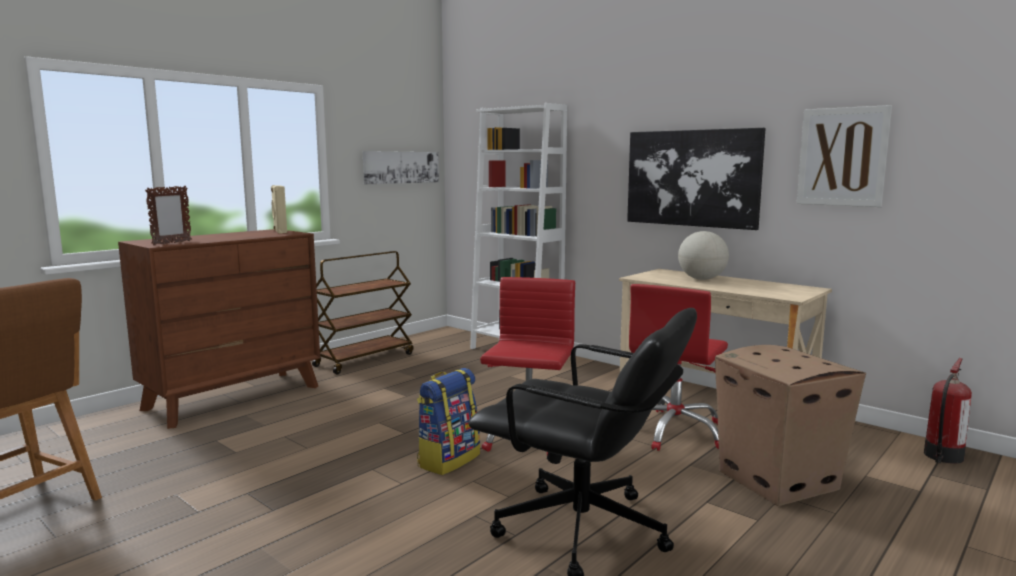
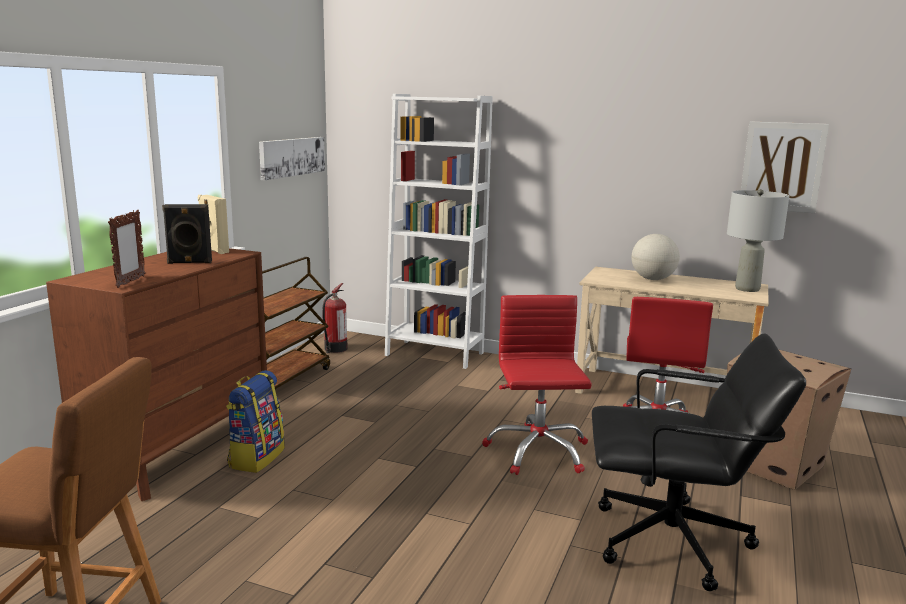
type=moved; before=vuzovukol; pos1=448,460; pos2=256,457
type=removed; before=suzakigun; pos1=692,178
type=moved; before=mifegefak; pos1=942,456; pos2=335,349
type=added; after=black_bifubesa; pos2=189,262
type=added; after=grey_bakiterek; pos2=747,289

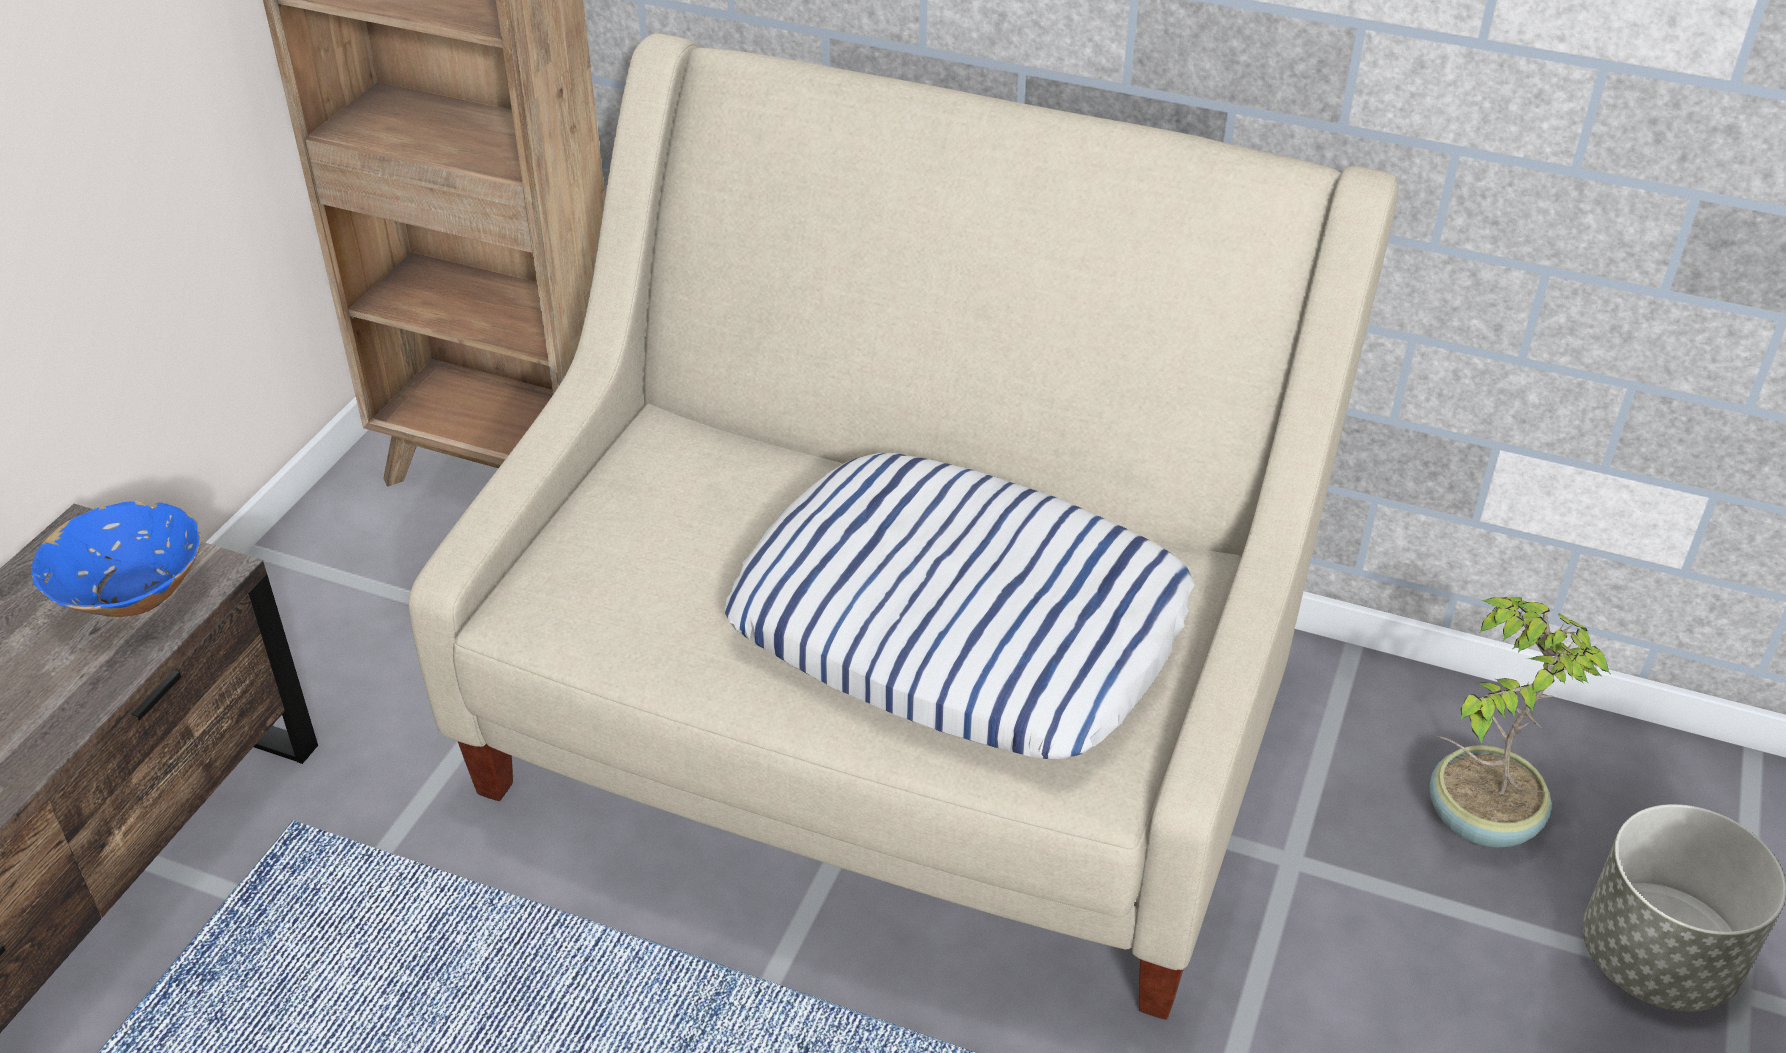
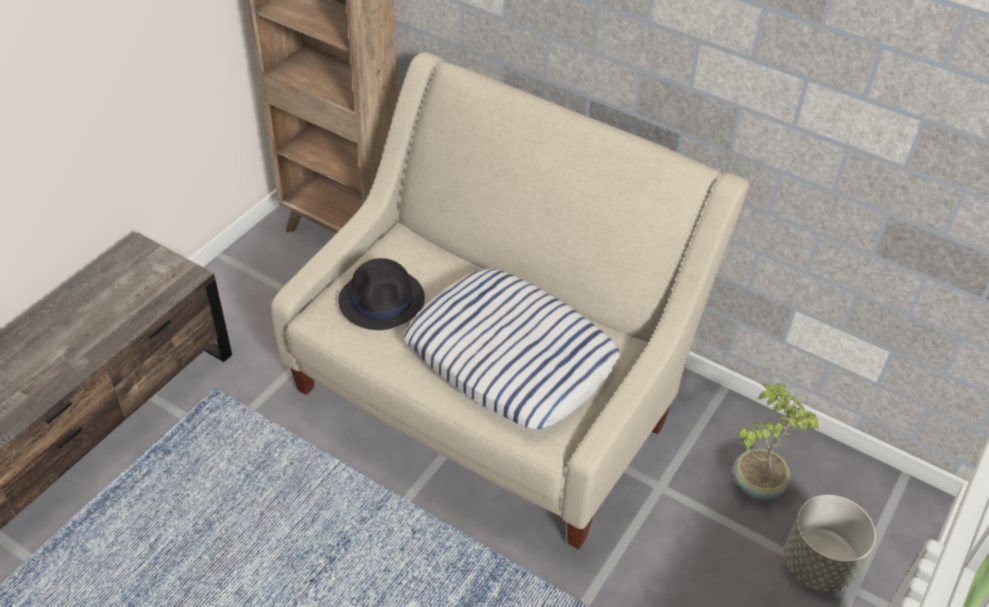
type=removed; before=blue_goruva; pos1=134,596
type=added; after=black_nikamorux; pos2=382,300

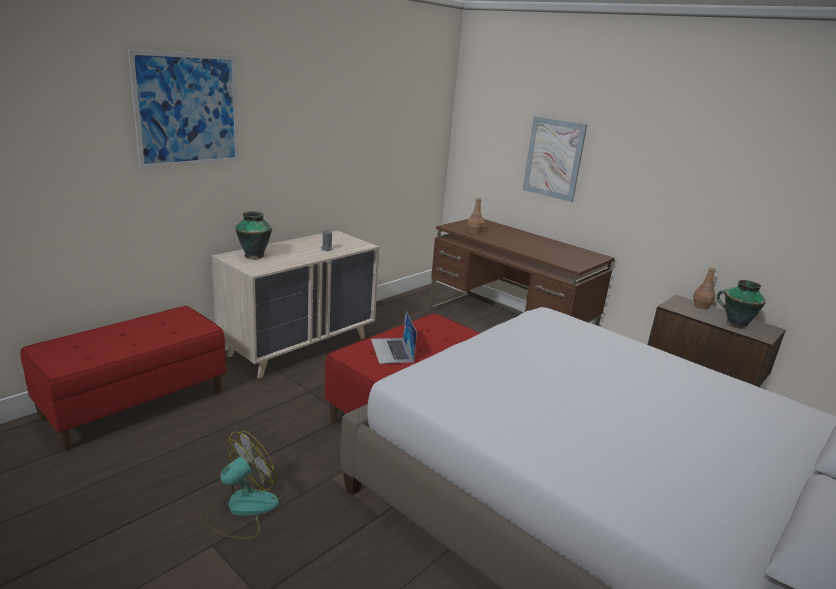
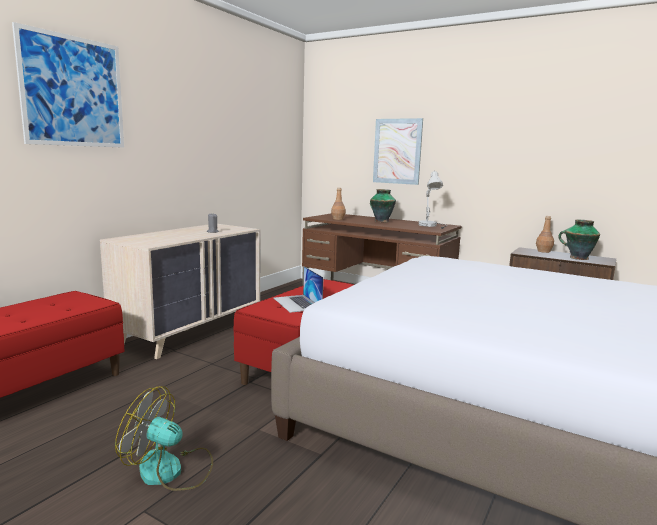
type=turned; before=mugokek; pos1=242,509; pos2=170,471; turn=-105
type=moved; before=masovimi; pos1=254,255; pos2=381,221
type=added; after=white_bakiterek; pos2=433,226

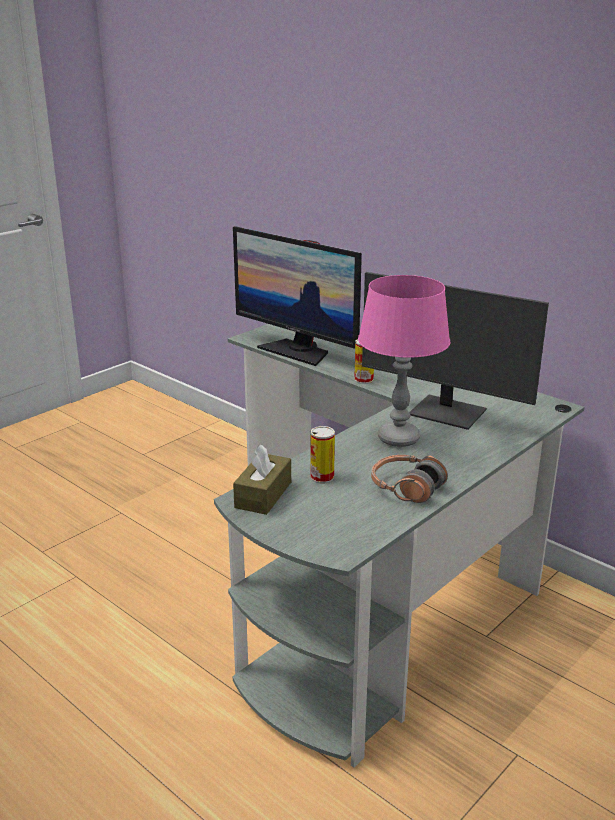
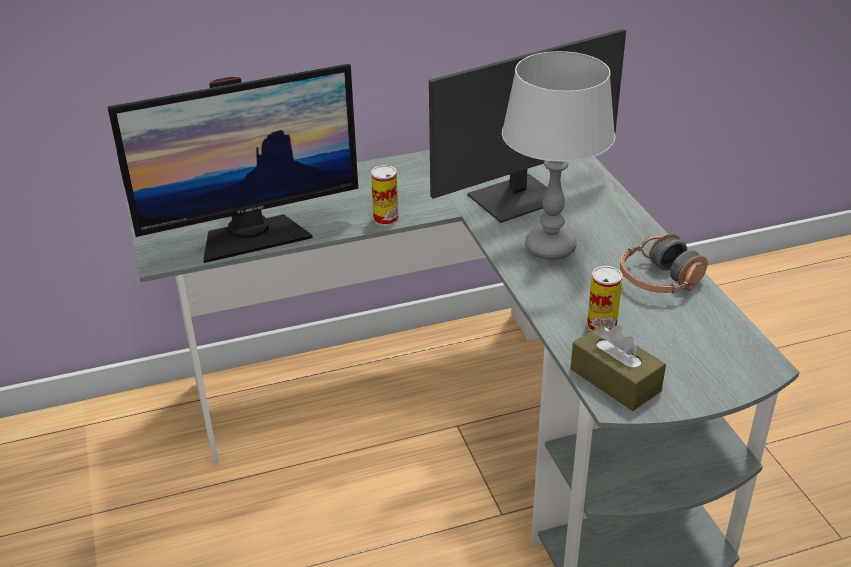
type=recoloured; before=pink_bakiterek; after=grey_bakiterek; pos1=398,438; pos2=550,248

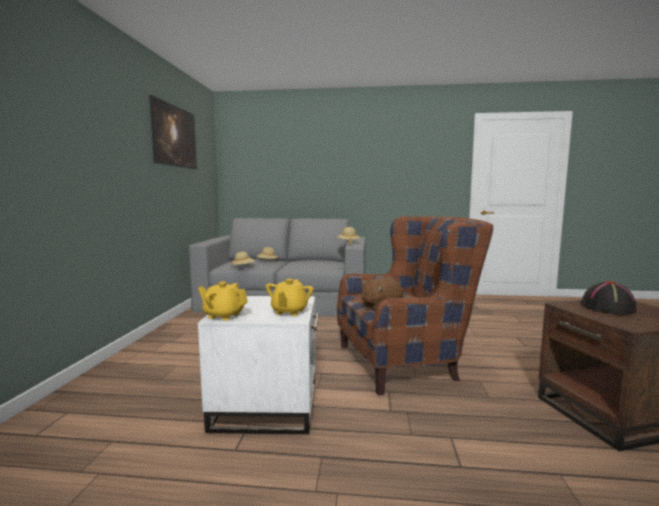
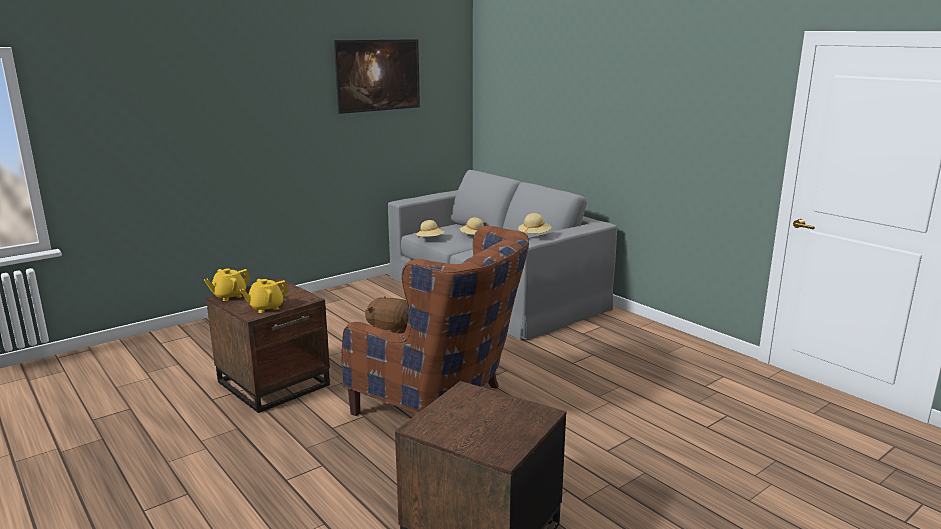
type=turned; before=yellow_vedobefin; pos1=223,315; pos2=229,296; turn=-105
type=recoloured; before=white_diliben; after=brown_diliben; pos1=266,406; pos2=274,383
type=removed; before=black_nikamorux; pos1=607,308

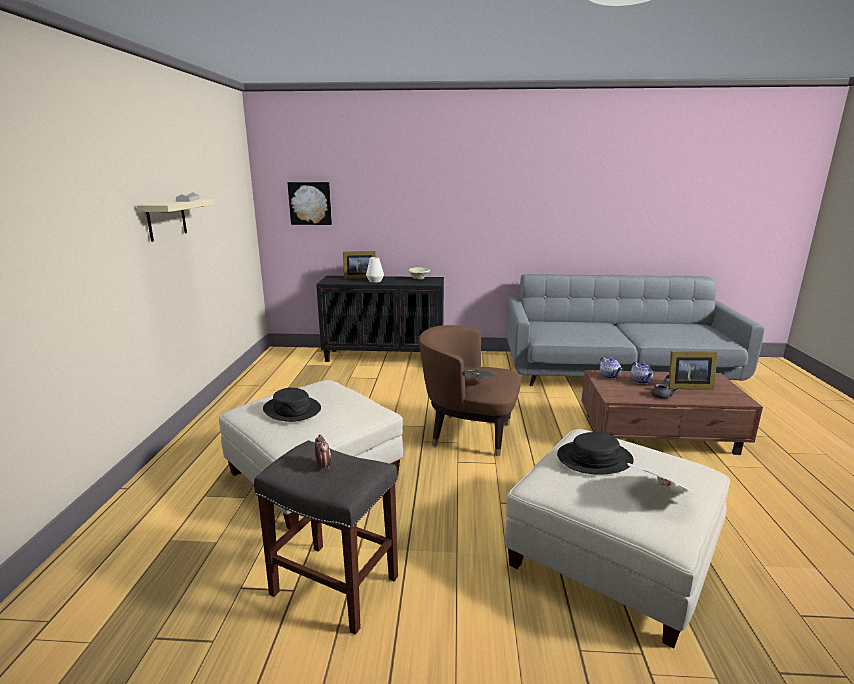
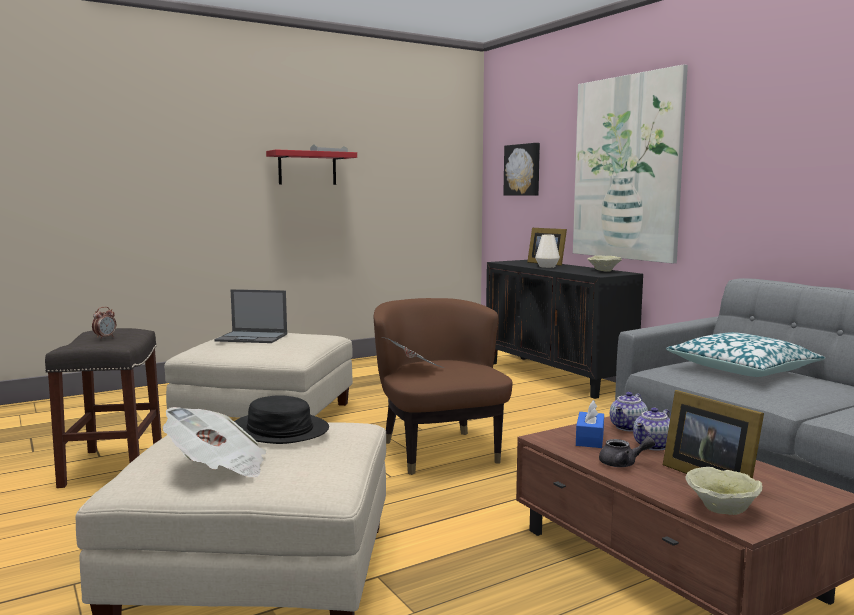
type=recoloured; before=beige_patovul; after=red_patovul; pos1=166,219; pos2=307,168
type=replaced; before=black_nikamorux; after=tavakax; pos1=292,409; pos2=252,337
type=added; after=suzakigun; pos2=626,168
type=added; after=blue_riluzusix; pos2=589,439
type=added; after=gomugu; pos2=742,369
type=added; after=beige_goruva; pos2=721,508

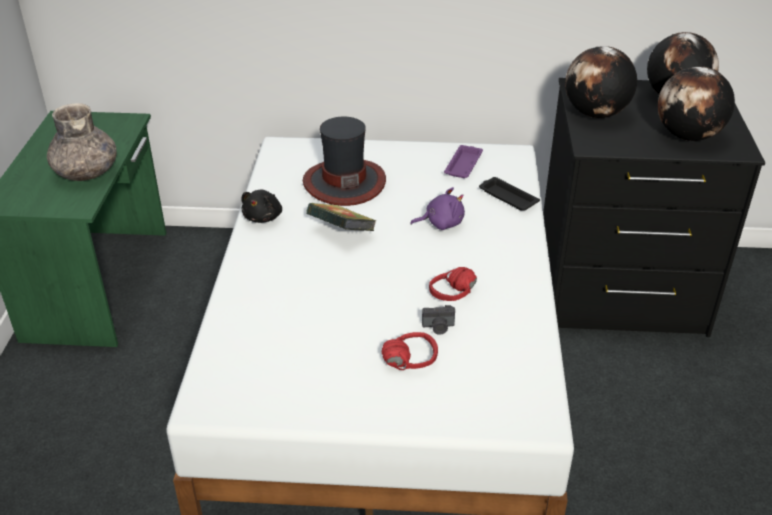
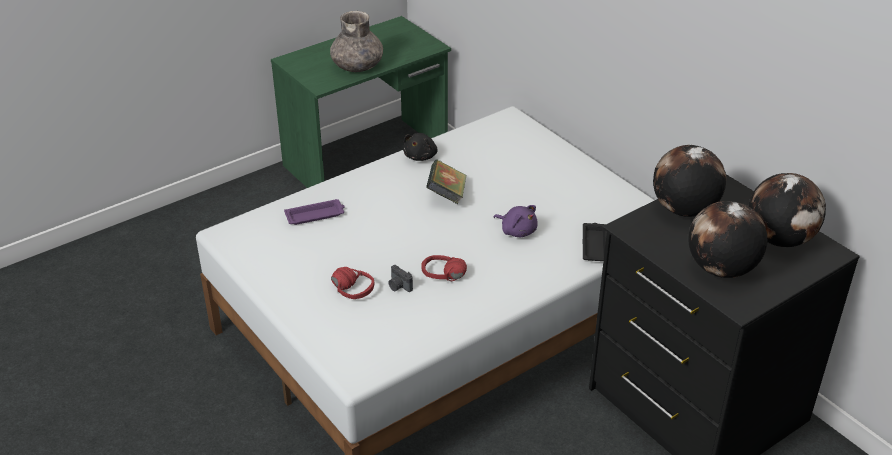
type=turned; before=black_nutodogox; pos1=263,217; pos2=421,156; turn=-45
type=removed; before=nikamorux; pos1=344,182
type=moved; before=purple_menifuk; pos1=464,164; pos2=316,215

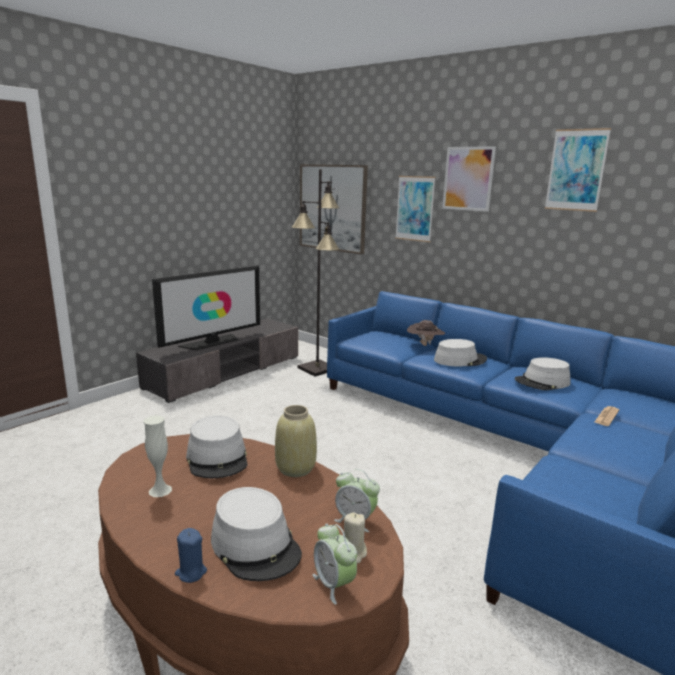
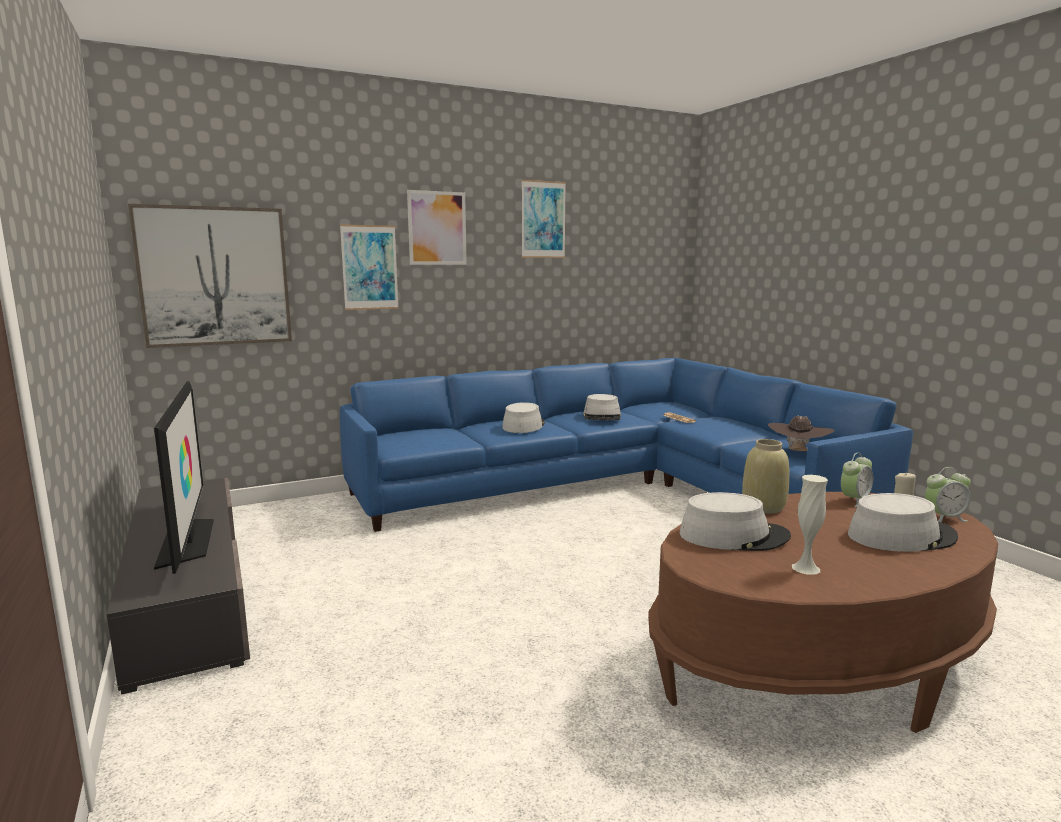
type=removed; before=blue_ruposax; pos1=191,572
type=removed; before=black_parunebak; pos1=318,369
type=moved; before=brown_nikamorux; pos1=424,345; pos2=798,452

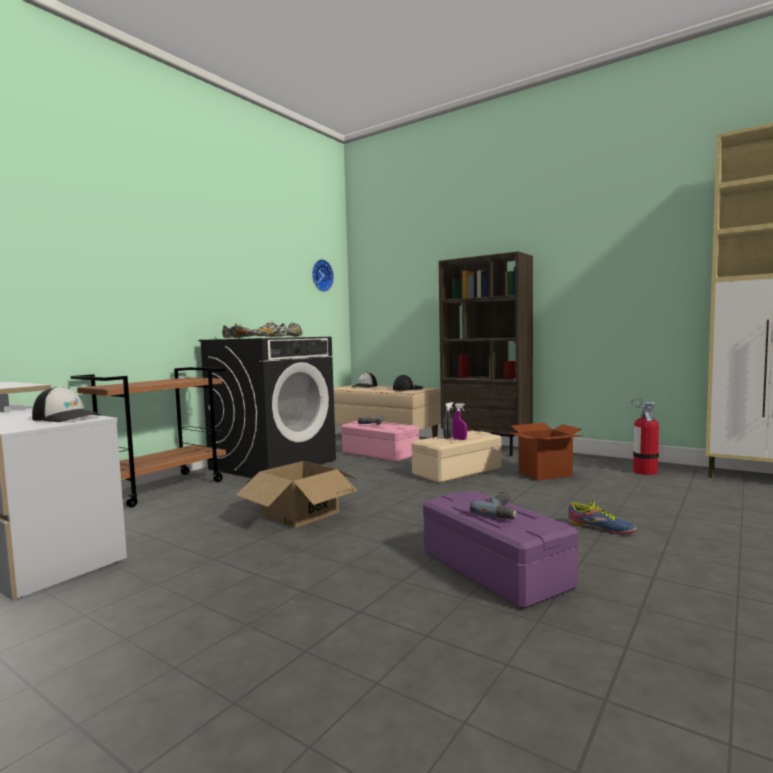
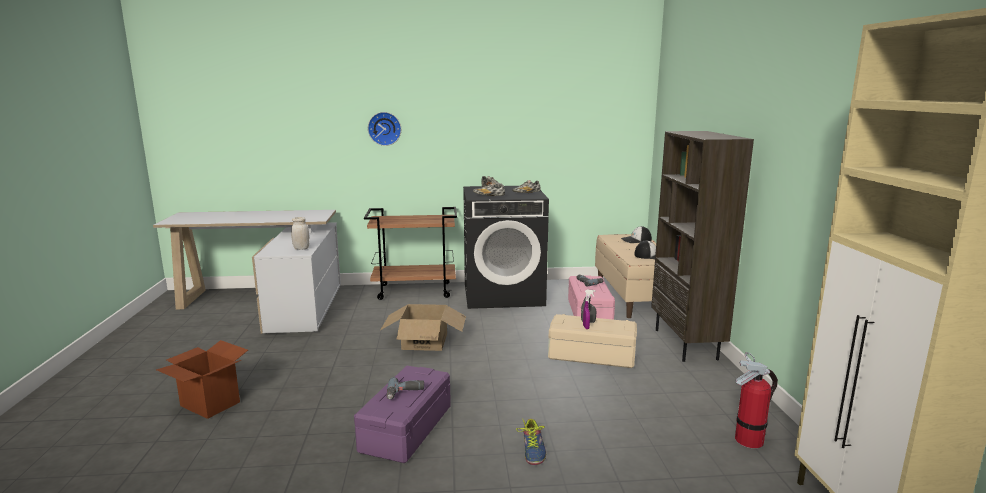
type=replaced; before=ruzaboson; after=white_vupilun; pos1=67,417; pos2=301,248
type=moved; before=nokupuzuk; pos1=321,275; pos2=384,128
type=moved; before=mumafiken; pos1=545,474; pos2=210,404

